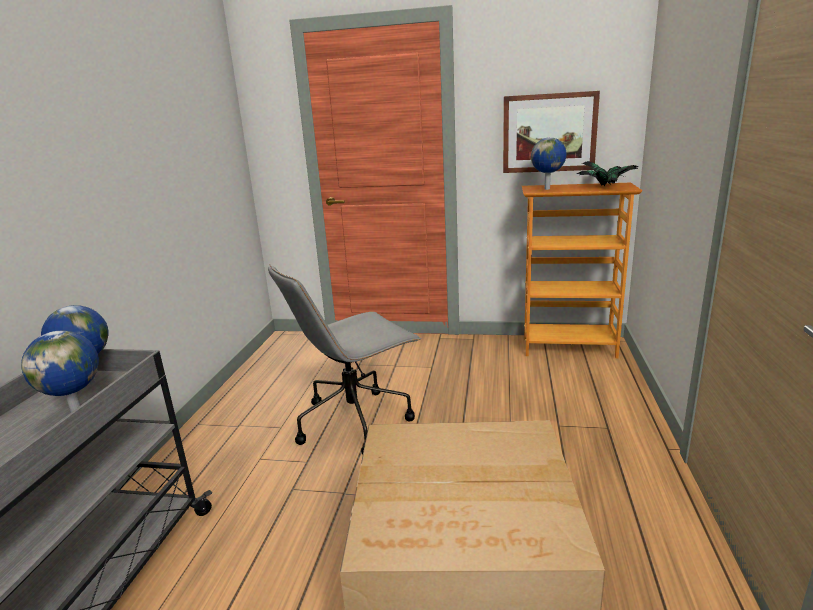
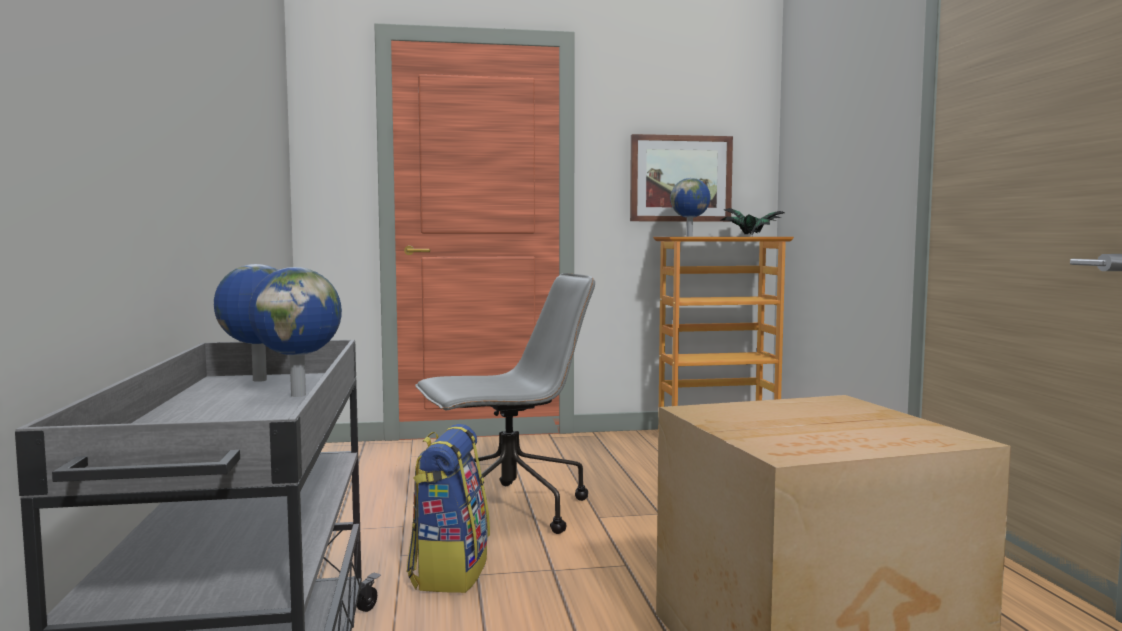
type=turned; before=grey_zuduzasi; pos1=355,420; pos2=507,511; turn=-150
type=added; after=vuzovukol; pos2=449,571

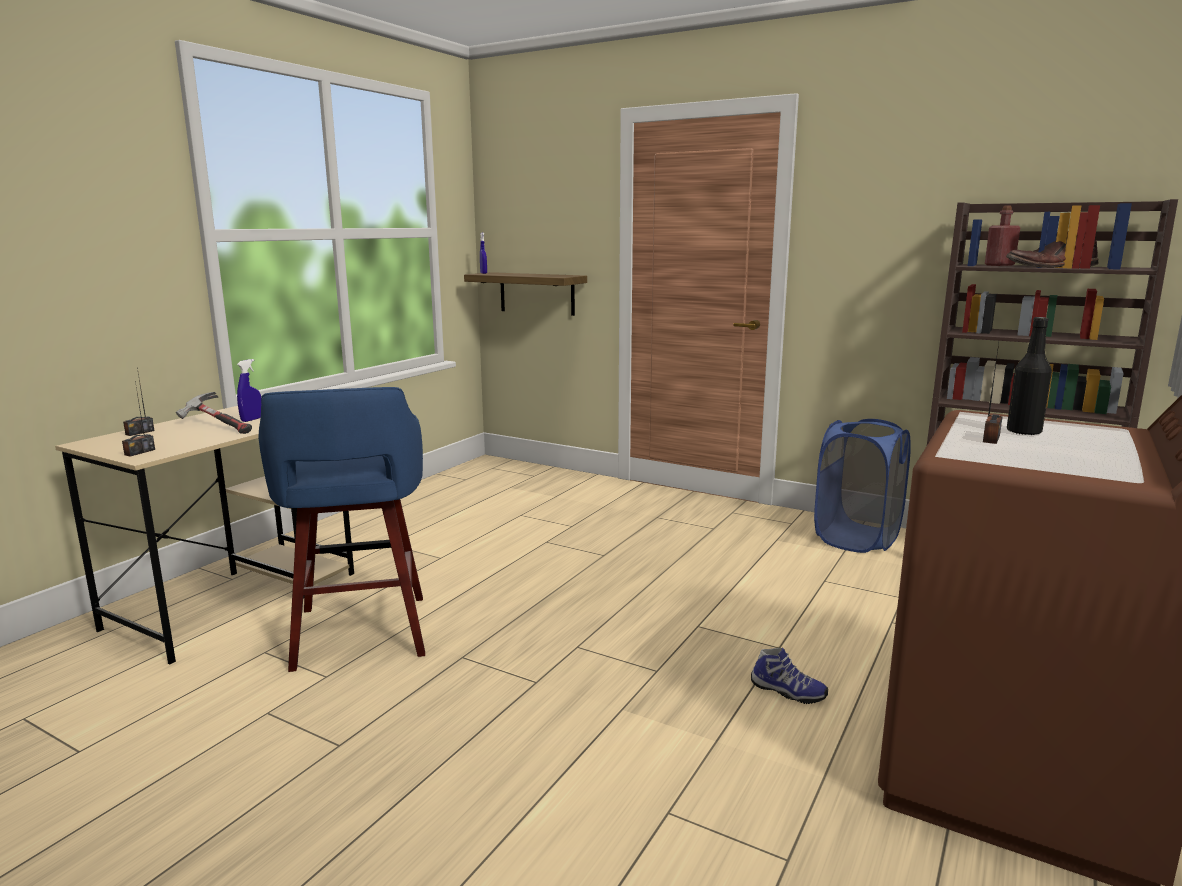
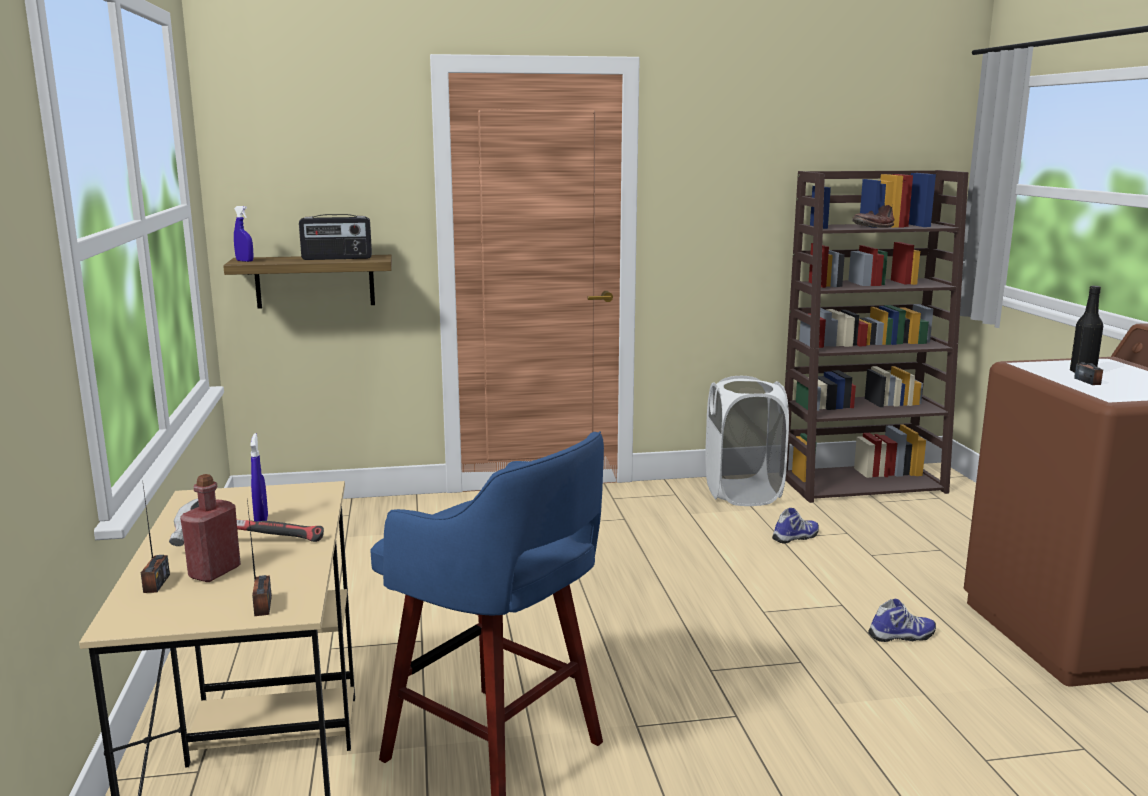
type=recoloured; before=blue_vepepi; after=white_vepepi; pos1=857,538; pos2=743,493
type=moved; before=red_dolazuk; pos1=999,265; pos2=214,572
type=added; after=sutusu; pos2=337,258
type=added; after=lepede; pos2=796,537

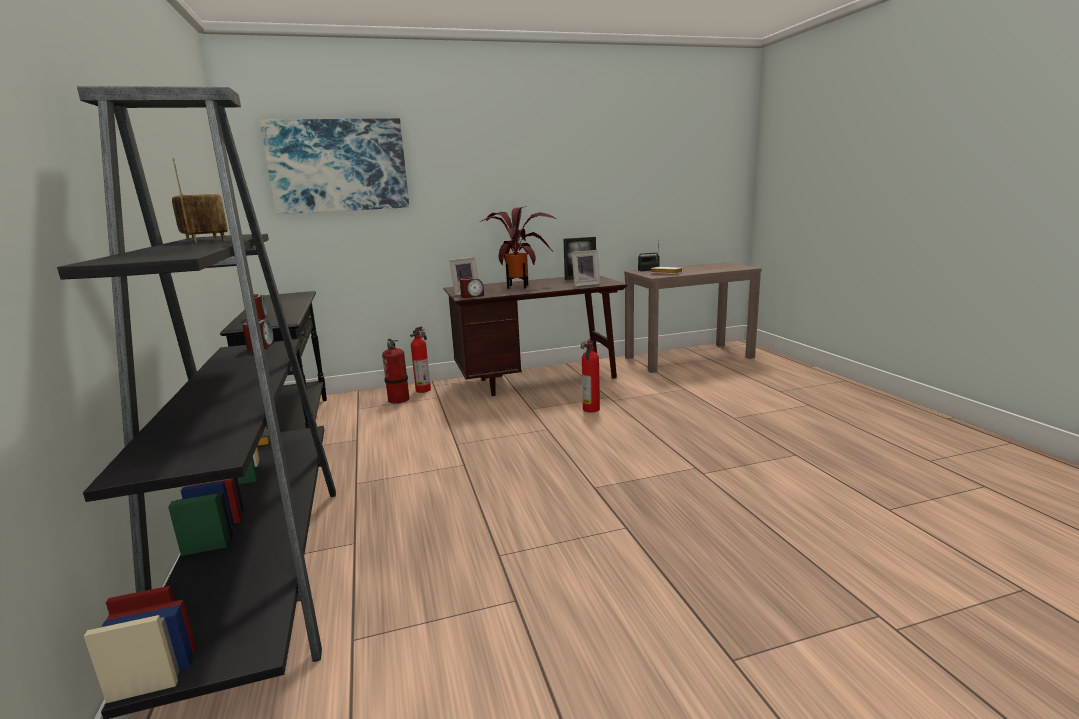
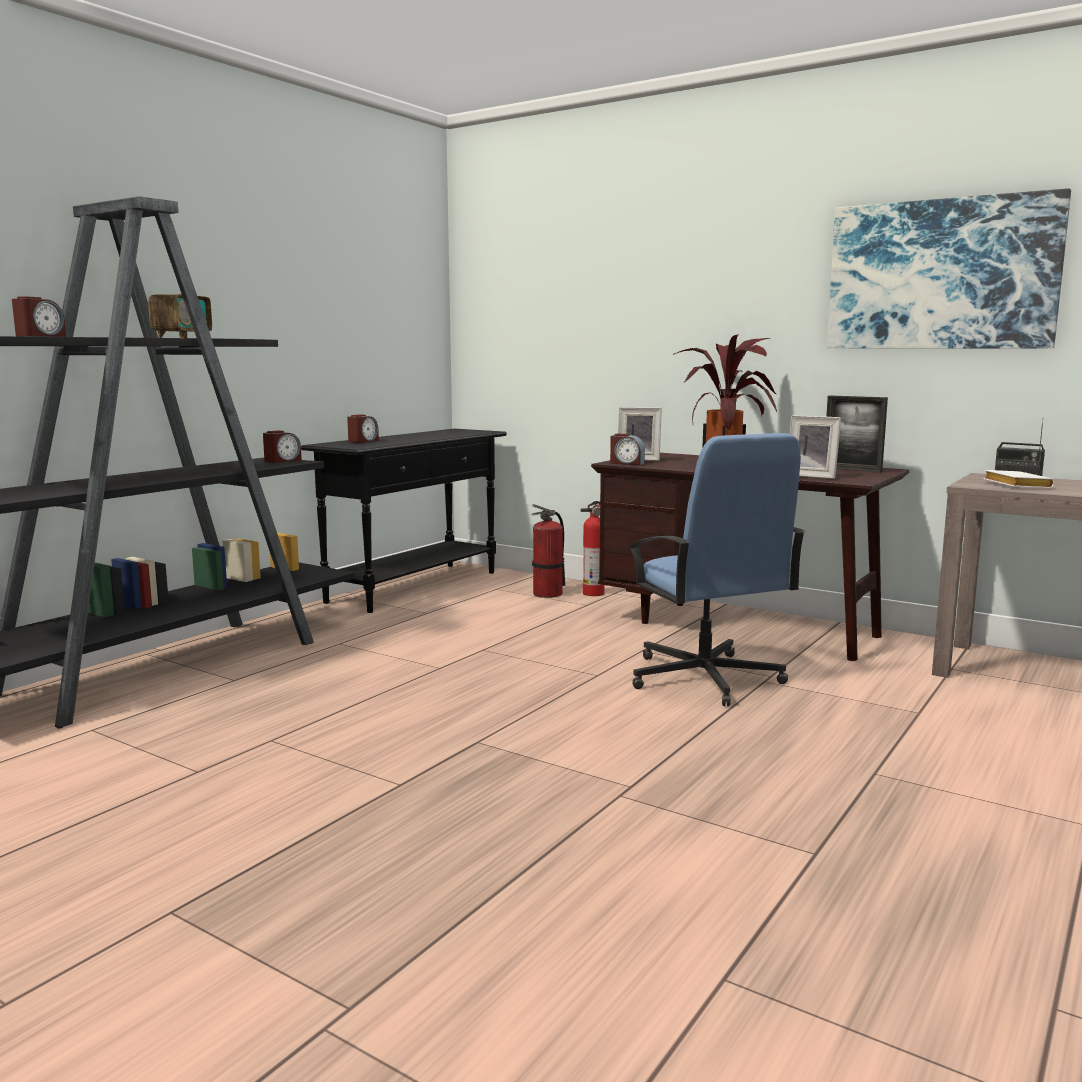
type=moved; before=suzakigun; pos1=338,166; pos2=941,275
type=replaced; before=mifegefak; after=blue_zuduzasi; pos1=591,409; pos2=704,678
type=added; after=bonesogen; pos2=40,336

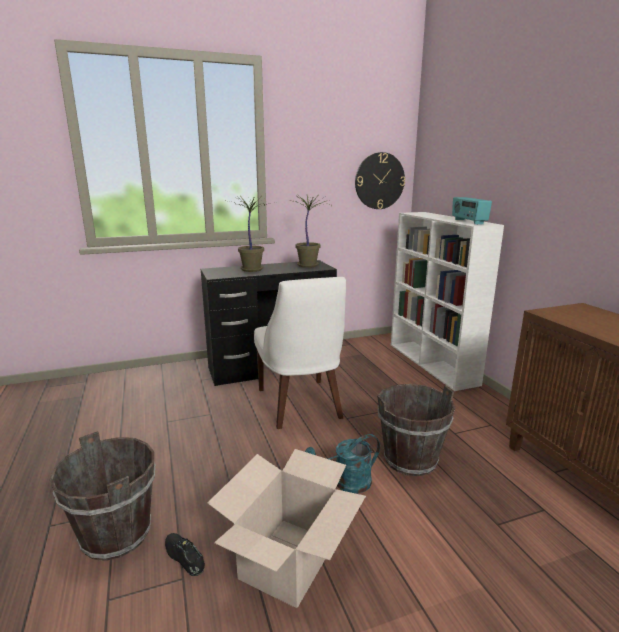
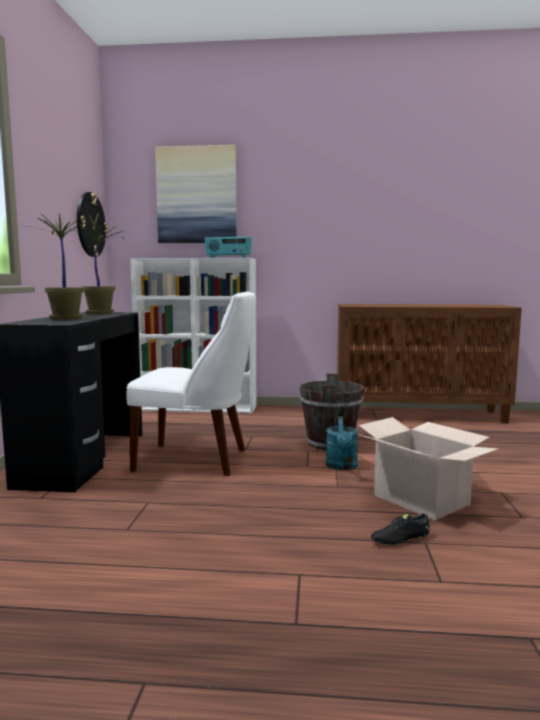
type=removed; before=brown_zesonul; pos1=117,534
type=added; after=suzakigun; pos2=197,195

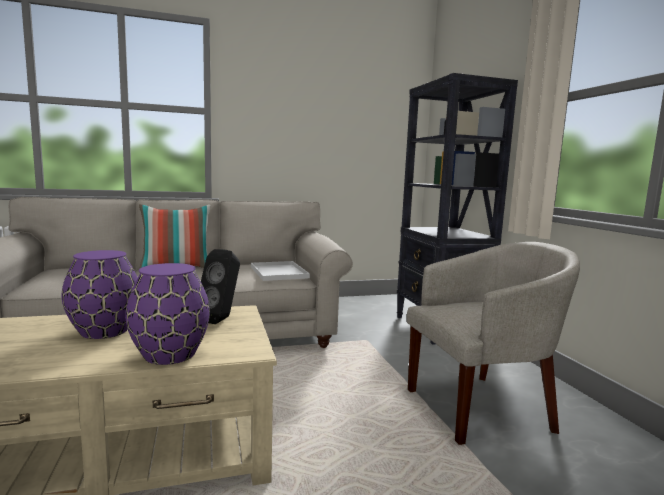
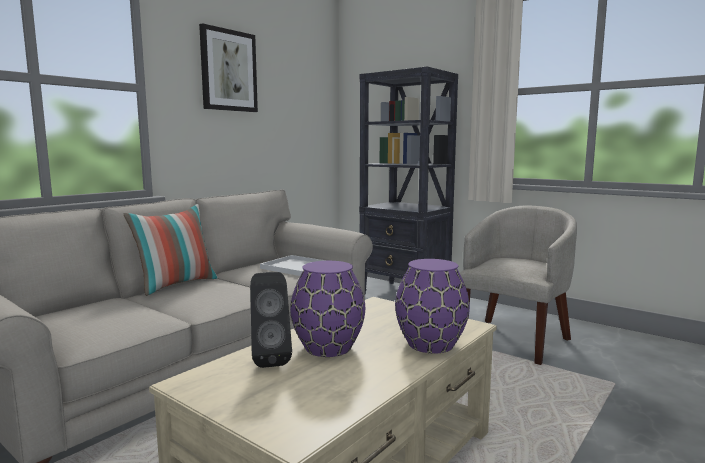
type=moved; before=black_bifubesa; pos1=221,320; pos2=270,359
type=added; after=suzakigun; pos2=228,70

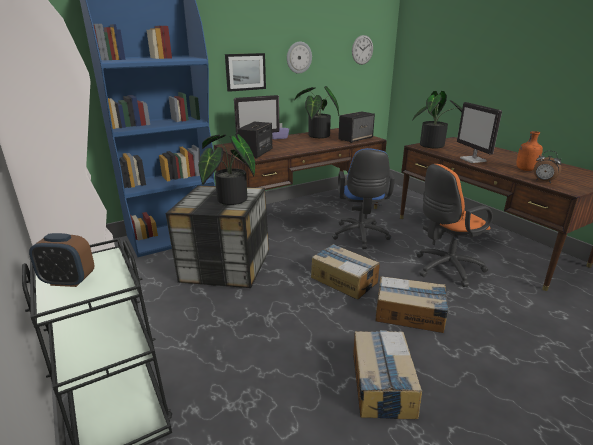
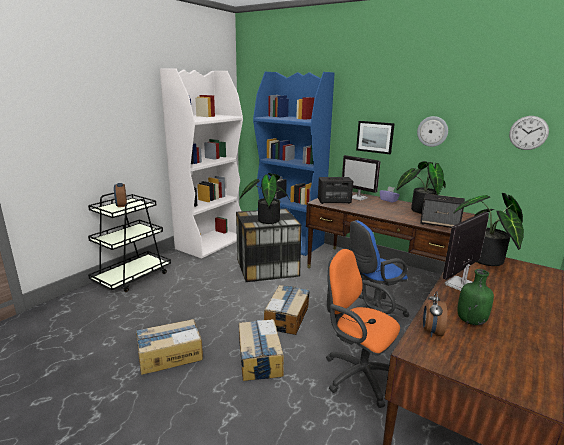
type=recoloured; before=orange_dolazuk; after=green_dolazuk; pos1=525,170; pos2=470,320

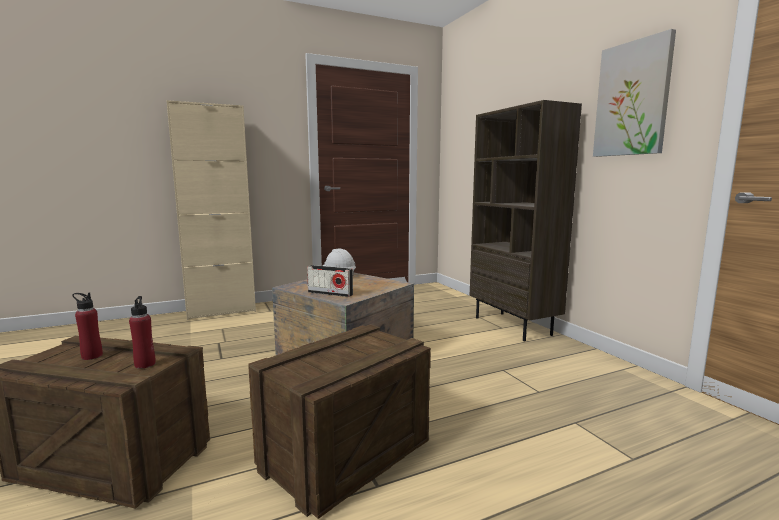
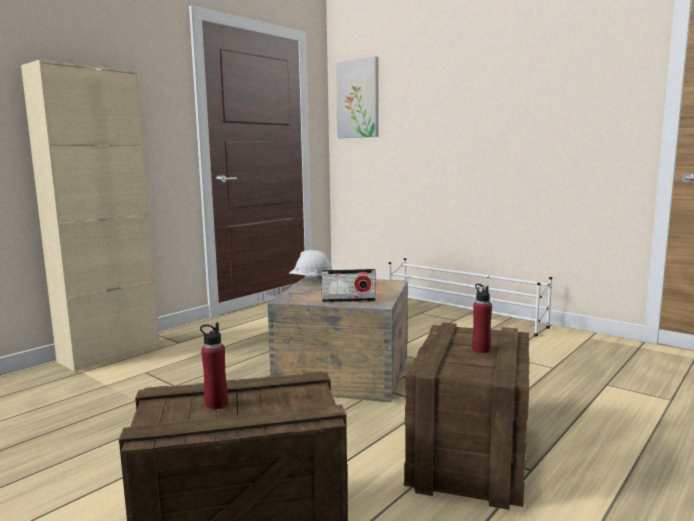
type=moved; before=red_dolazuk; pos1=145,364; pos2=481,349
type=replaced; before=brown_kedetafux; after=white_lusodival; pos1=513,326; pos2=463,316
type=moved; before=suzakigun; pos1=632,99; pos2=358,99

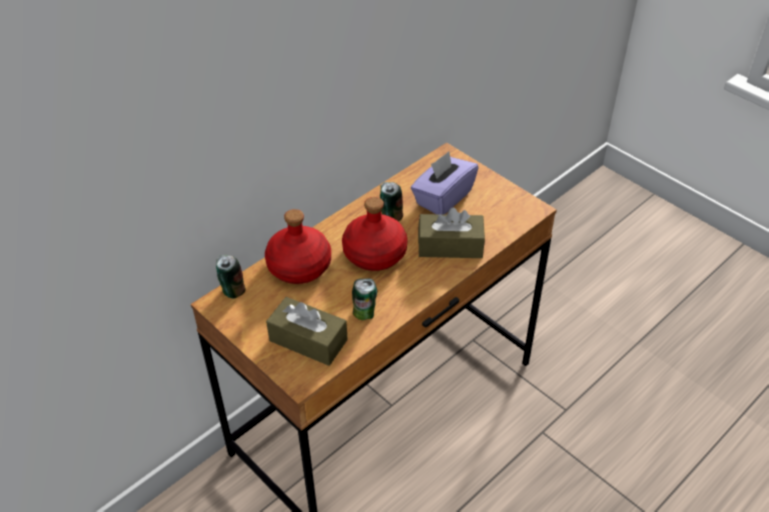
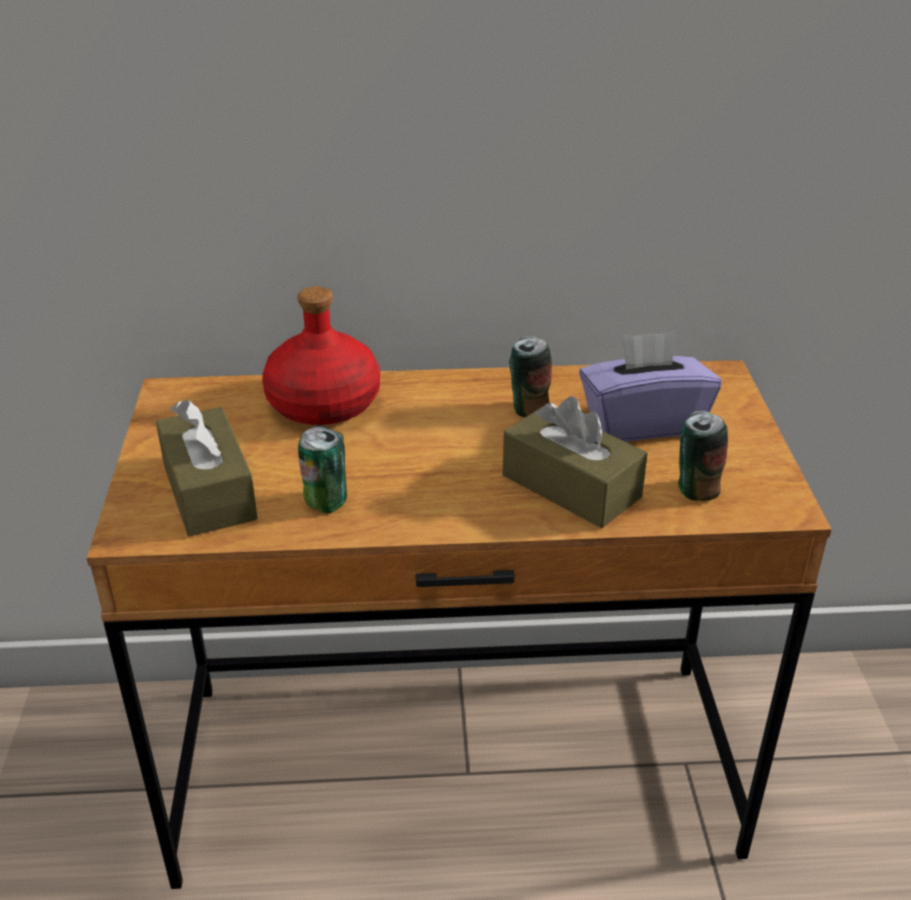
type=moved; before=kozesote; pos1=232,291; pos2=696,489
type=removed; before=red_dolazuk; pos1=374,254

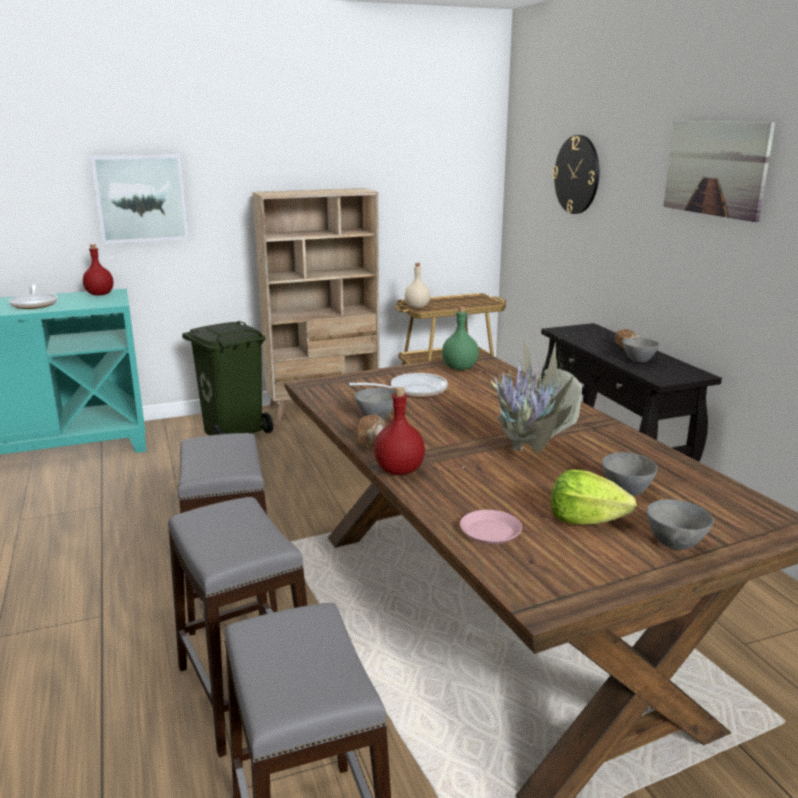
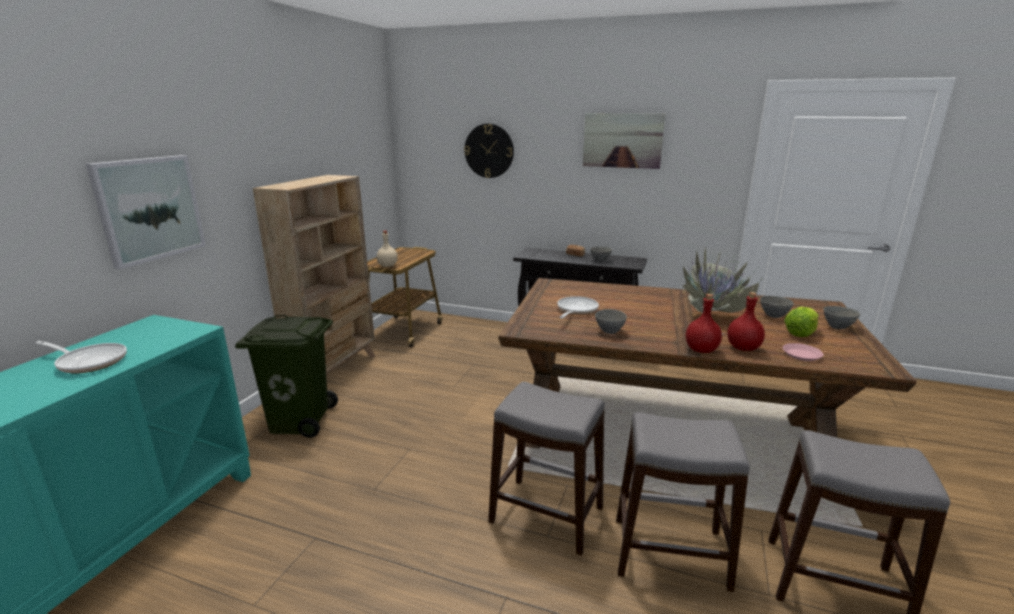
type=moved; before=red_dolazuk; pos1=99,294; pos2=743,348
type=removed; before=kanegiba; pos1=371,440
type=removed; before=green_dolazuk; pos1=460,368

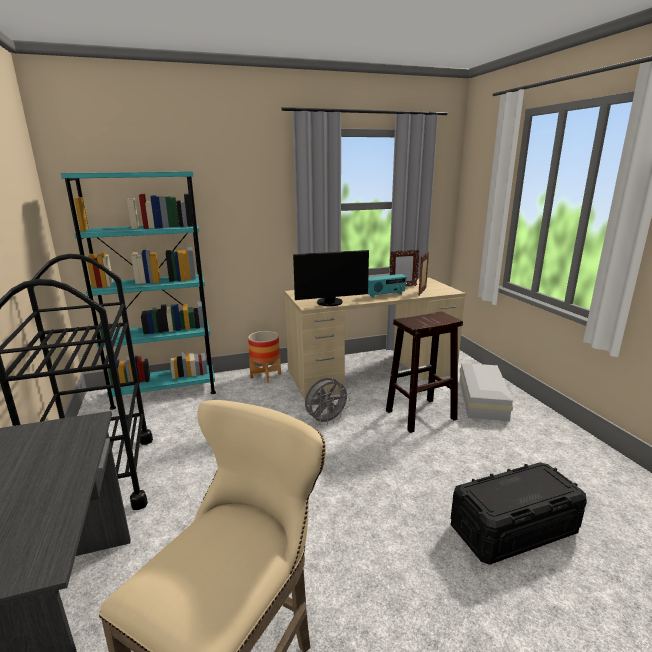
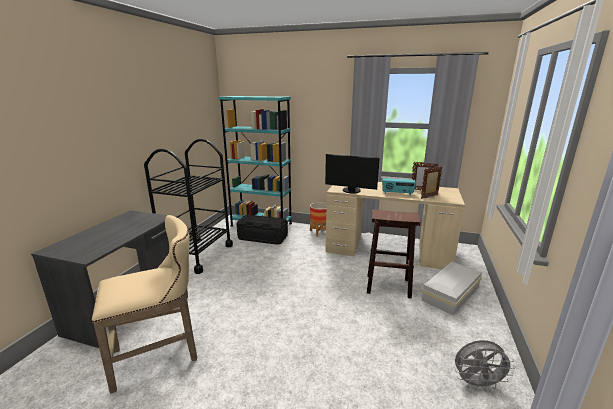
type=moved; before=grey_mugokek; pos1=326,421; pos2=477,384
type=moved; before=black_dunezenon; pos1=513,529; pos2=263,238

